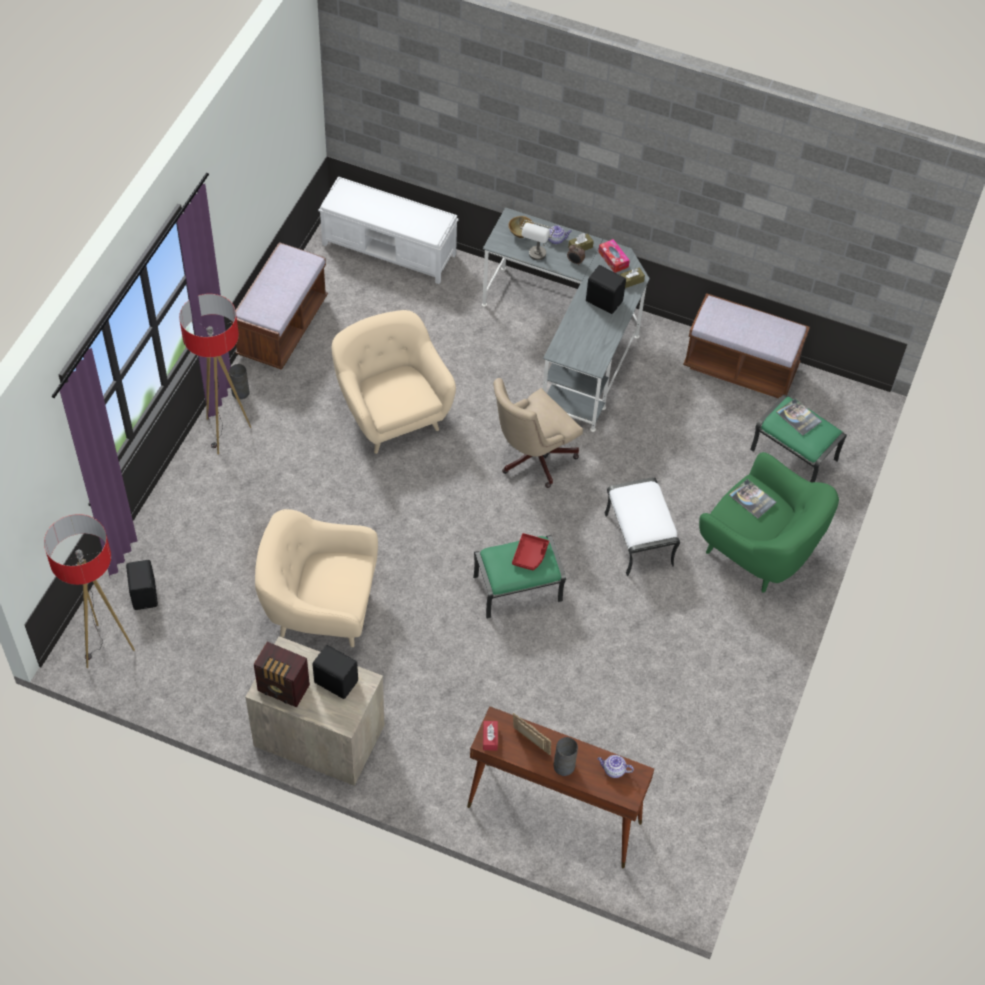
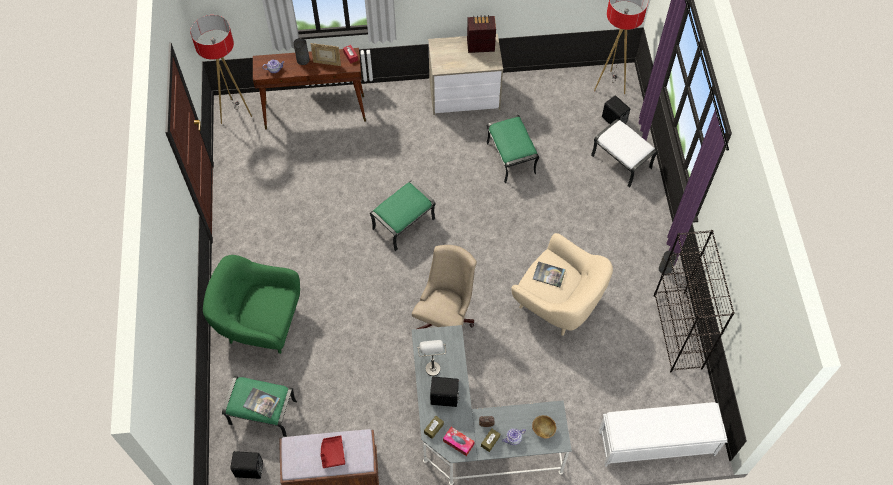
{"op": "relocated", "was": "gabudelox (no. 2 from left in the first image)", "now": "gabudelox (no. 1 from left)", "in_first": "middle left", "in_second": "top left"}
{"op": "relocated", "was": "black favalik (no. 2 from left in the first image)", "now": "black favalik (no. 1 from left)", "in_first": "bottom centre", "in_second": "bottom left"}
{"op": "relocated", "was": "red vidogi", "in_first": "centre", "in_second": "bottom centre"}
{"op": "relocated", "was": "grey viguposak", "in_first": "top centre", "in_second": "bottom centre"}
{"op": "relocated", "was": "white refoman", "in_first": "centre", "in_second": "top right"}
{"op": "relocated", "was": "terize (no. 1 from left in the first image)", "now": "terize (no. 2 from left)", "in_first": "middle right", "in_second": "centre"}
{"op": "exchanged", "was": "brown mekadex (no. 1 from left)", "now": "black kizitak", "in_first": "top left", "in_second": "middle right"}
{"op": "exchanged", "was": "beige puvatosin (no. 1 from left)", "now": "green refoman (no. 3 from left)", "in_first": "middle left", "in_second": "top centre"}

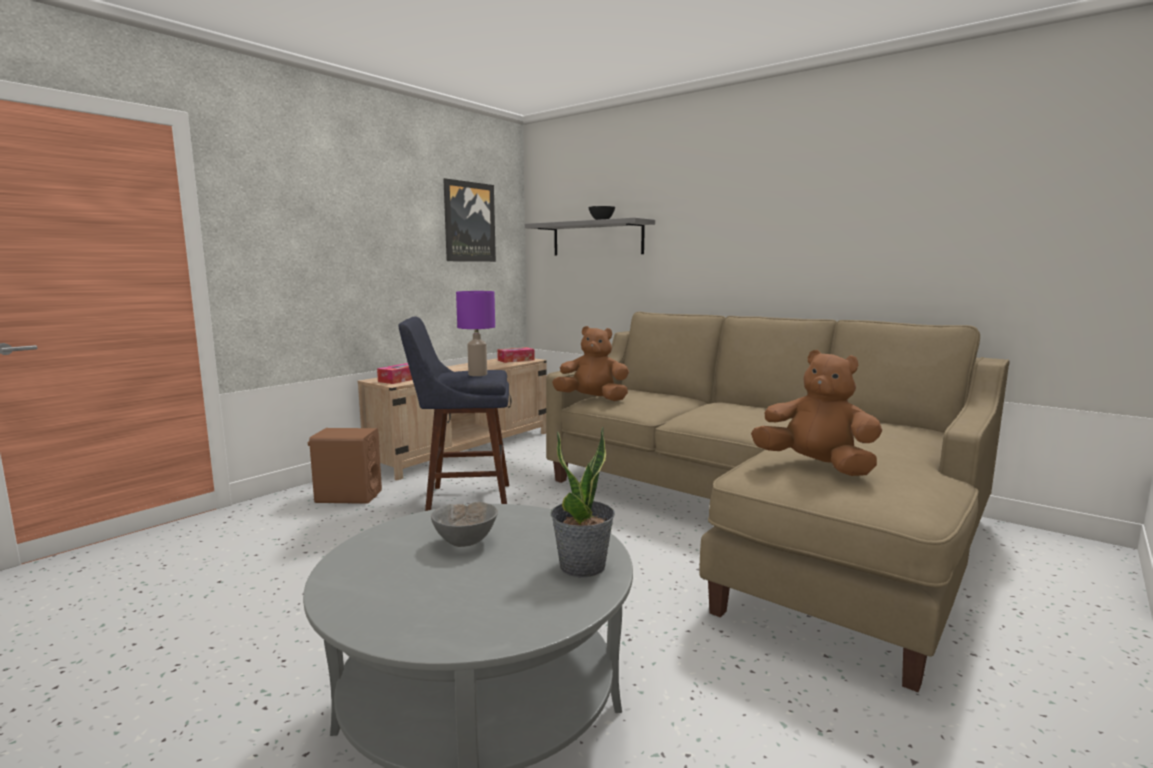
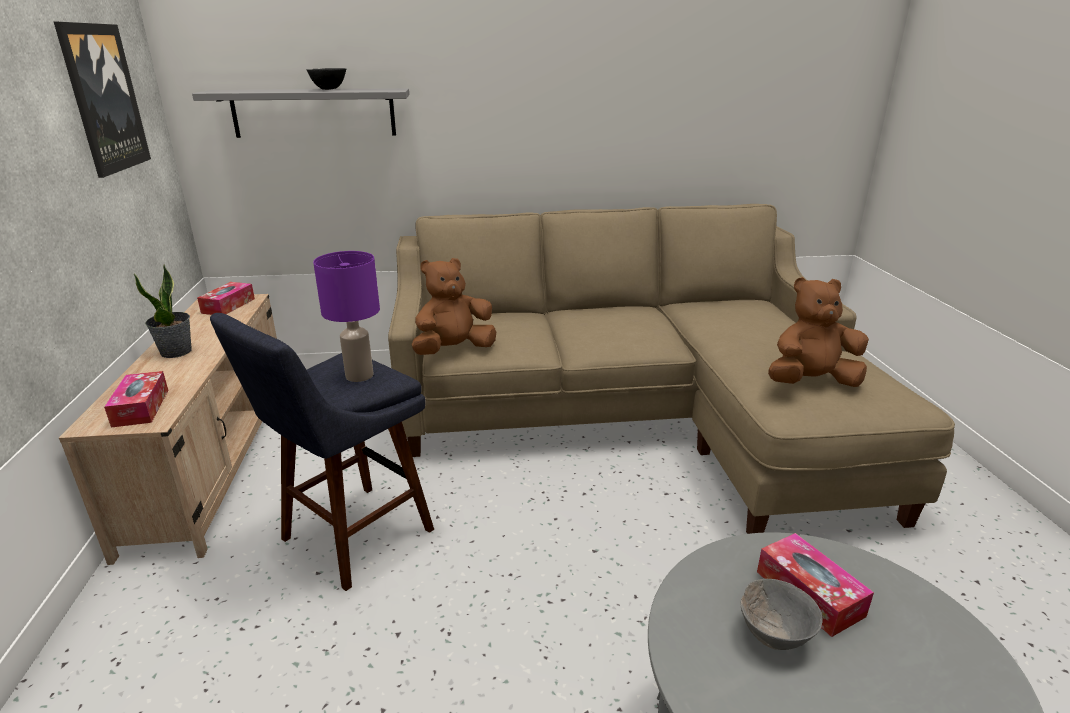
{"op": "missing", "was": "brown favalik", "in_first": "middle left"}
{"op": "appeared", "now": "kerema (no. 3 from left)", "in_second": "bottom right"}
{"op": "relocated", "was": "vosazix", "in_first": "centre", "in_second": "middle left"}

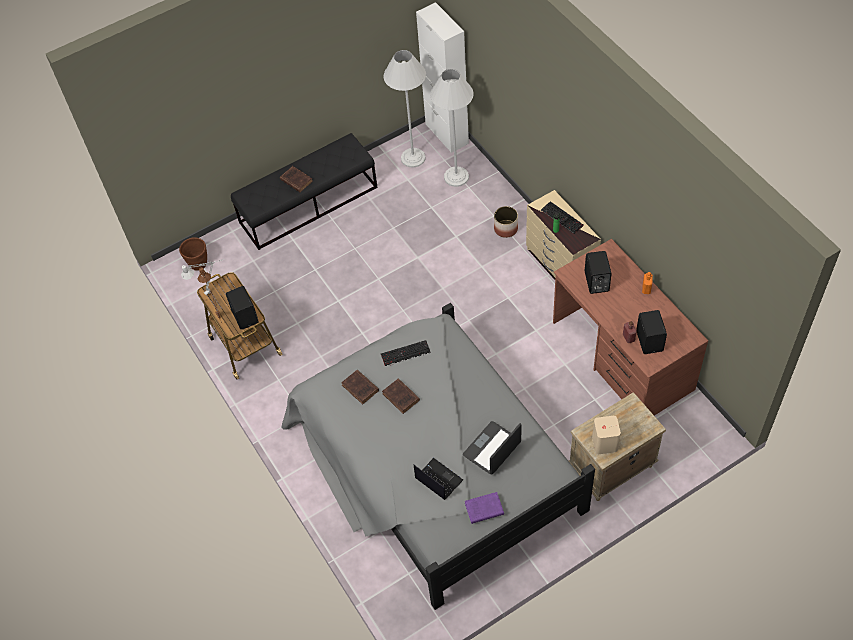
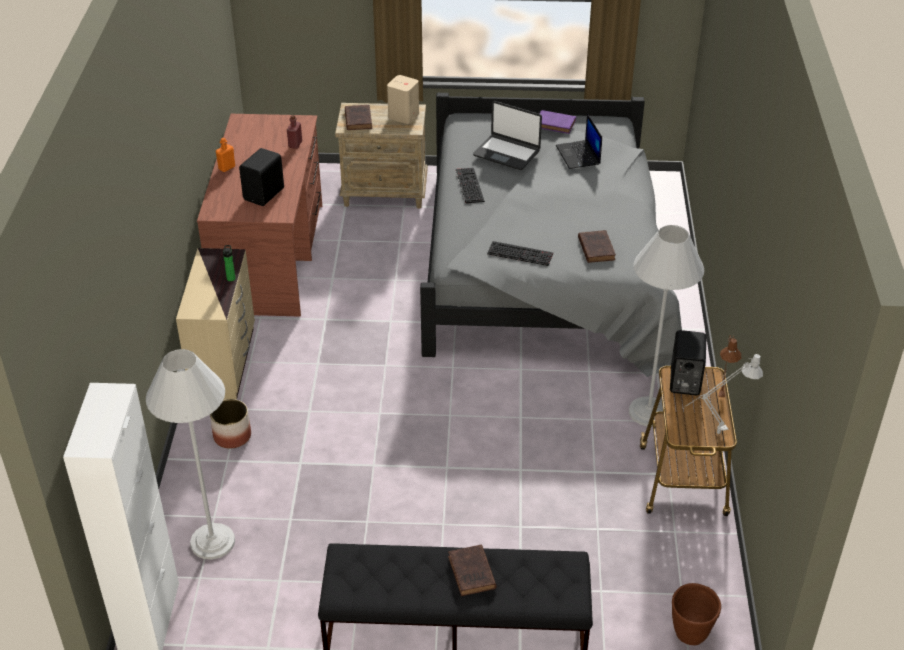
{"op": "missing", "was": "black favalik (no. 3 from left)", "in_first": "middle right"}
{"op": "relocated", "was": "brown terize (no. 3 from left in the first image)", "now": "brown terize (no. 1 from left)", "in_first": "centre", "in_second": "top centre"}
{"op": "relocated", "was": "white gabudelox (no. 1 from left in the first image)", "now": "white gabudelox (no. 2 from left)", "in_first": "top centre", "in_second": "middle right"}
{"op": "relocated", "was": "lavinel (no. 2 from left in the first image)", "now": "lavinel (no. 1 from left)", "in_first": "centre", "in_second": "top centre"}
{"op": "spun", "was": "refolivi (no. 2 from left in the first image)", "in_first": "bottom centre", "in_second": "top centre", "clockwise": 45}

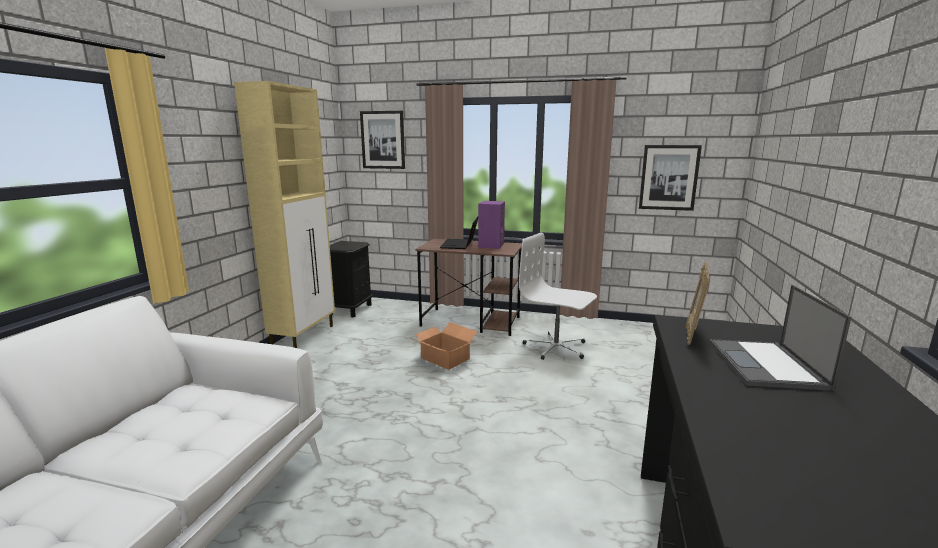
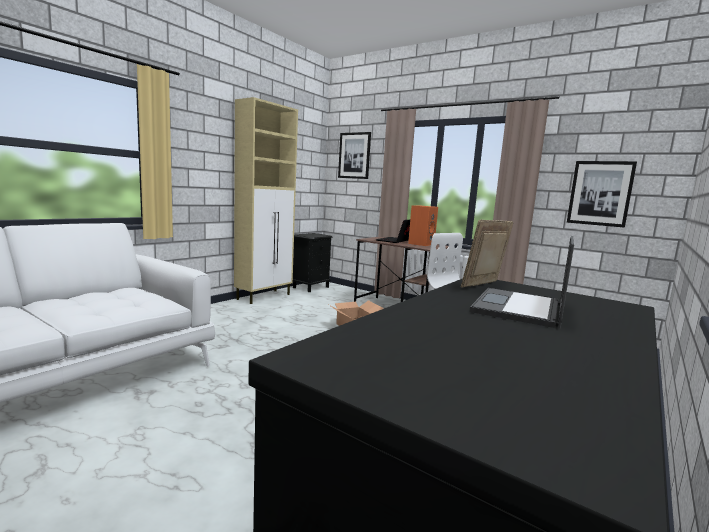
{"op": "colour", "was": "purple favalik", "now": "orange favalik", "in_first": "centre", "in_second": "centre"}

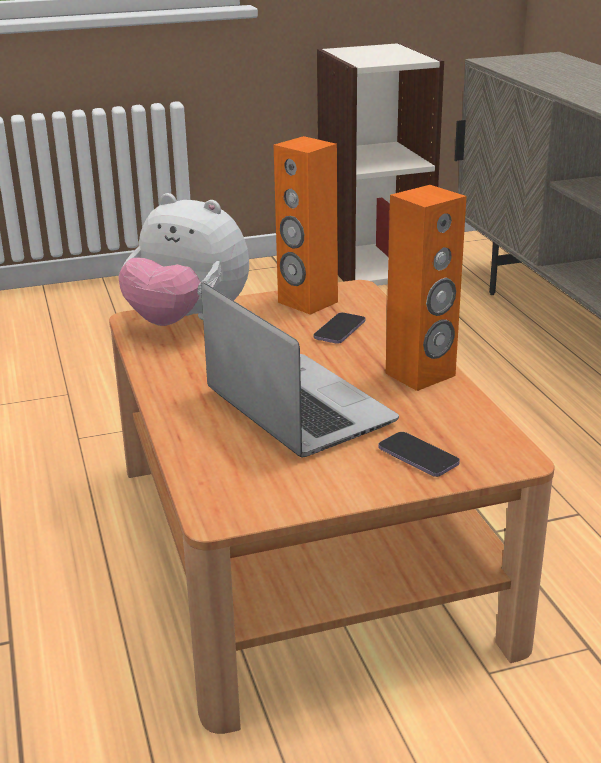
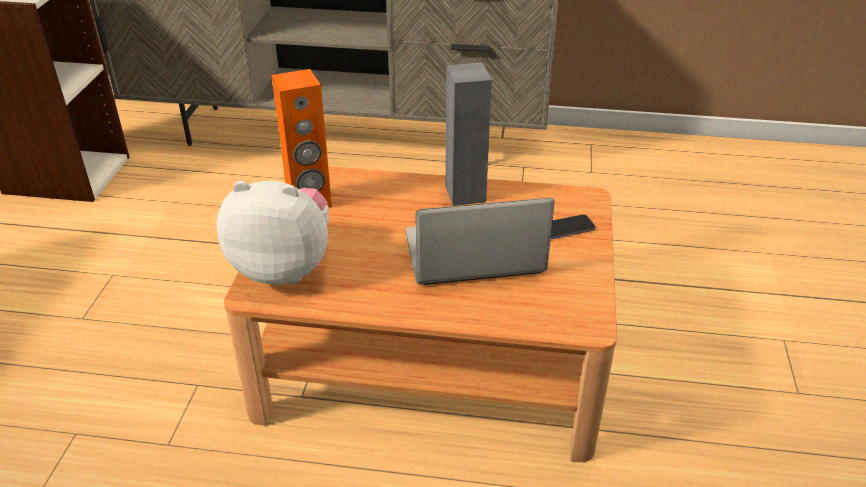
{"op": "missing", "was": "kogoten (no. 1 from left)", "in_first": "centre"}
{"op": "colour", "was": "orange favalik (no. 2 from left)", "now": "grey favalik", "in_first": "middle right", "in_second": "top centre"}
{"op": "spun", "was": "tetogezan", "in_first": "middle left", "in_second": "middle left", "clockwise": -135}

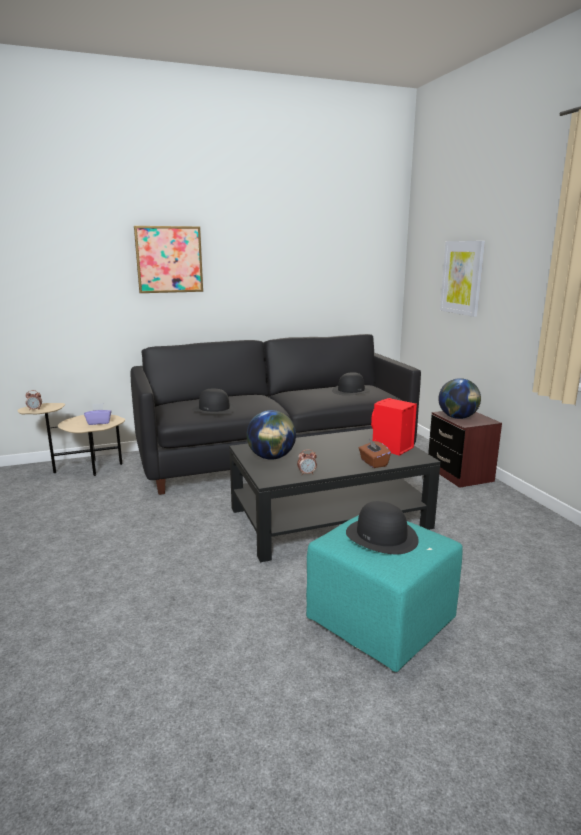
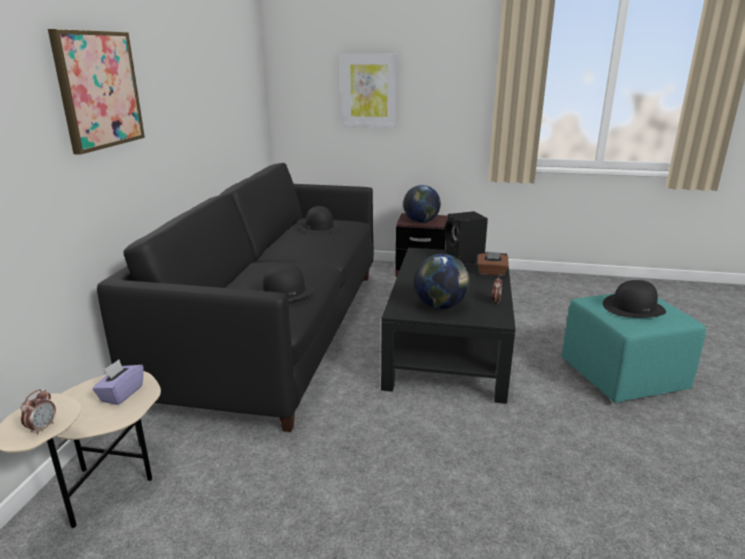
{"op": "colour", "was": "red favalik", "now": "black favalik", "in_first": "middle right", "in_second": "centre"}

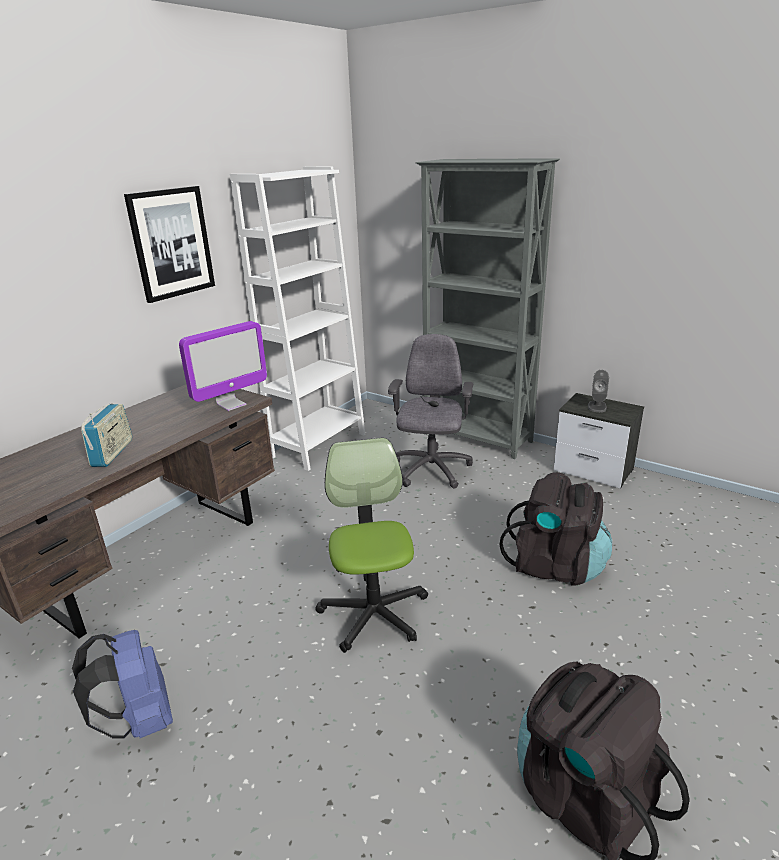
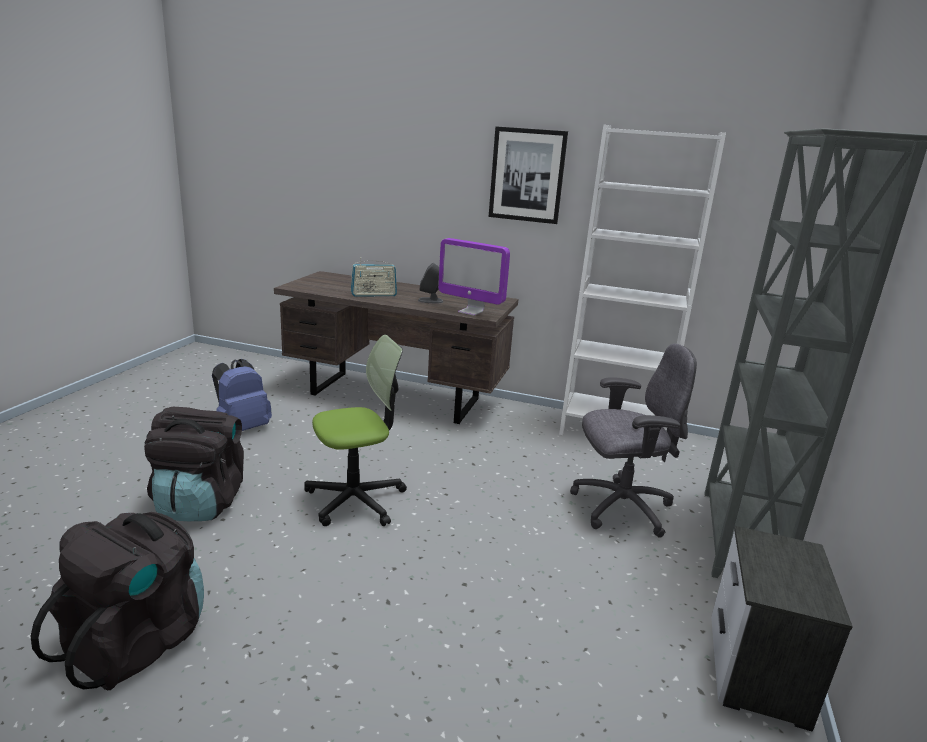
{"op": "relocated", "was": "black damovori (no. 1 from left in the first image)", "now": "black damovori (no. 2 from left)", "in_first": "middle right", "in_second": "middle left"}
{"op": "relocated", "was": "grey favalik", "in_first": "middle right", "in_second": "centre"}

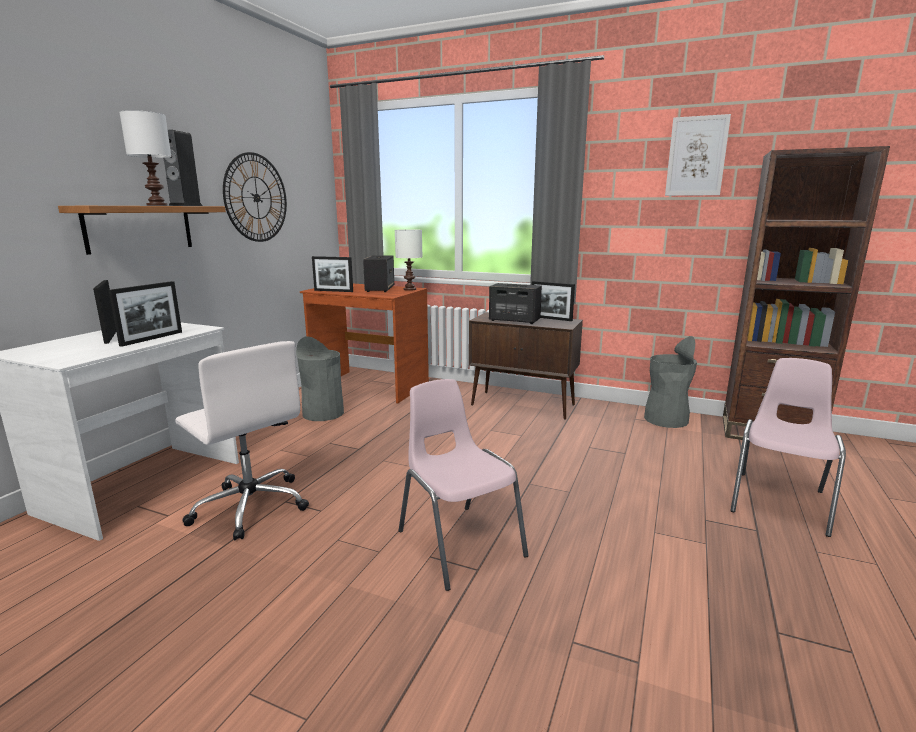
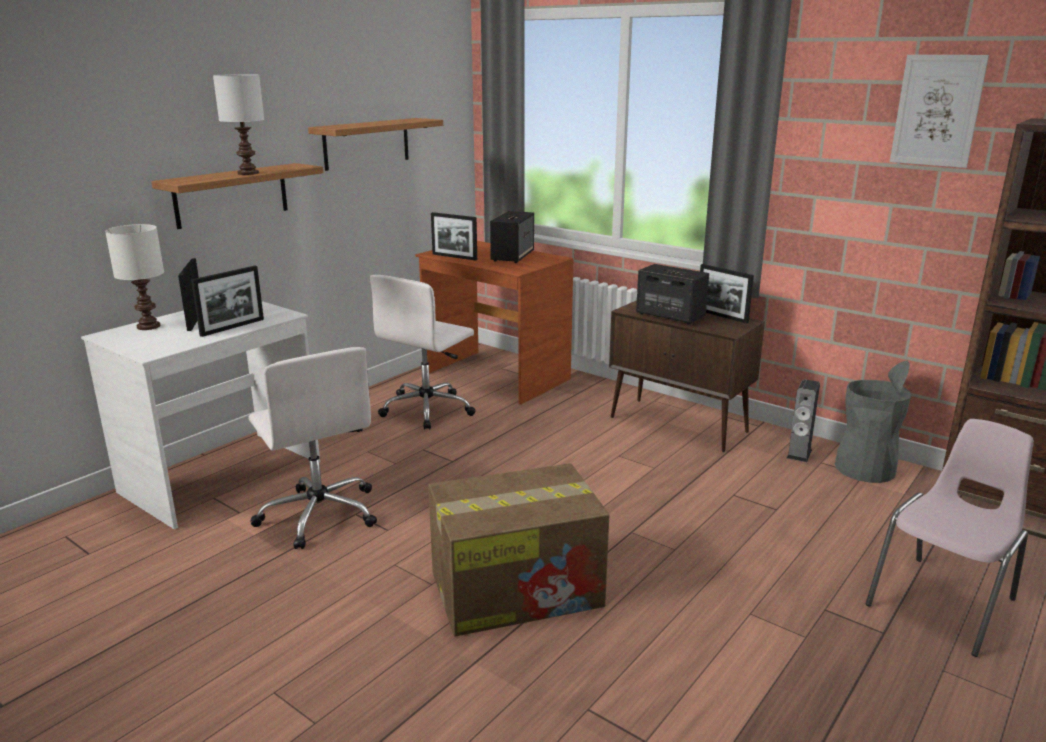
{"op": "relocated", "was": "favalik (no. 1 from left in the first image)", "now": "favalik (no. 3 from left)", "in_first": "top left", "in_second": "middle right"}
{"op": "relocated", "was": "white viguposak (no. 2 from left in the first image)", "now": "white viguposak (no. 1 from left)", "in_first": "centre", "in_second": "middle left"}
{"op": "exchanged", "was": "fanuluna", "now": "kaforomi (no. 2 from left)", "in_first": "top left", "in_second": "top centre"}
{"op": "exchanged", "was": "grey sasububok (no. 1 from left)", "now": "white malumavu (no. 2 from left)", "in_first": "centre", "in_second": "centre"}
{"op": "exchanged", "was": "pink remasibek (no. 1 from left)", "now": "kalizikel", "in_first": "centre", "in_second": "bottom centre"}

